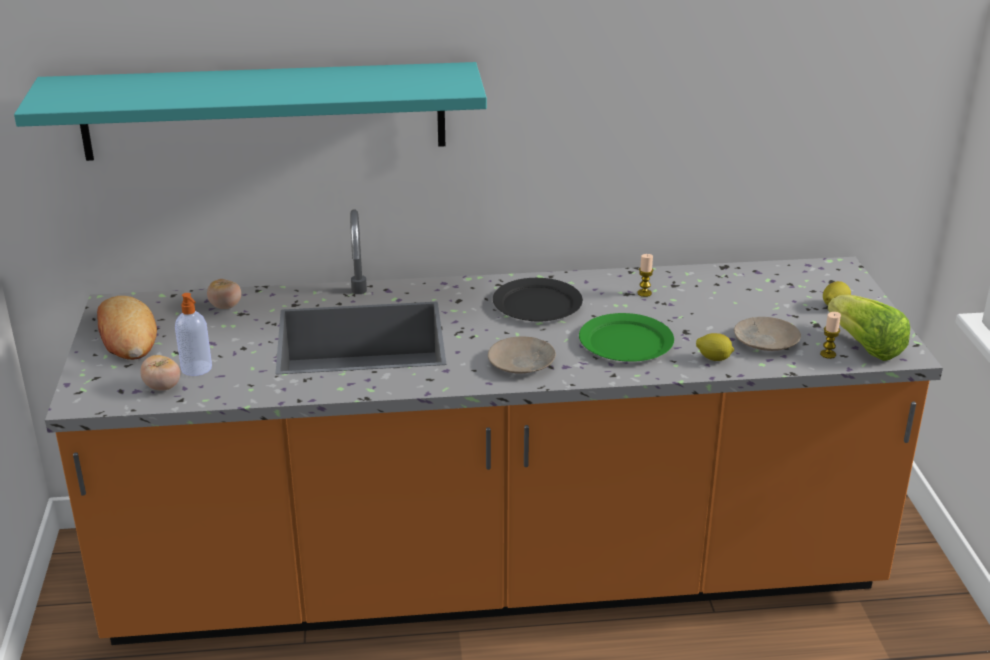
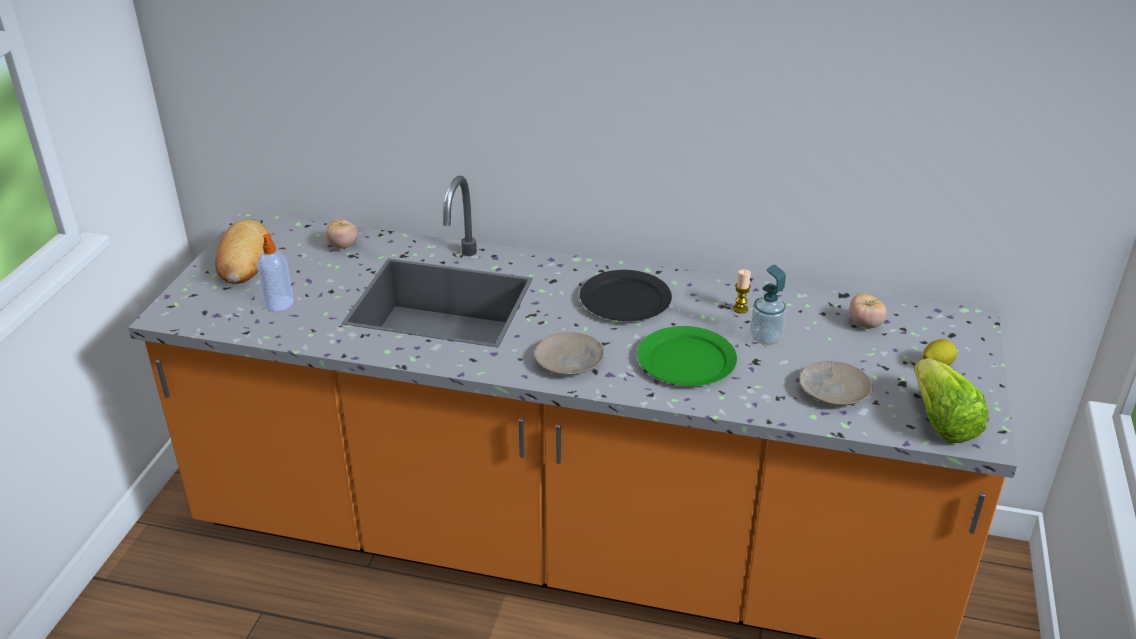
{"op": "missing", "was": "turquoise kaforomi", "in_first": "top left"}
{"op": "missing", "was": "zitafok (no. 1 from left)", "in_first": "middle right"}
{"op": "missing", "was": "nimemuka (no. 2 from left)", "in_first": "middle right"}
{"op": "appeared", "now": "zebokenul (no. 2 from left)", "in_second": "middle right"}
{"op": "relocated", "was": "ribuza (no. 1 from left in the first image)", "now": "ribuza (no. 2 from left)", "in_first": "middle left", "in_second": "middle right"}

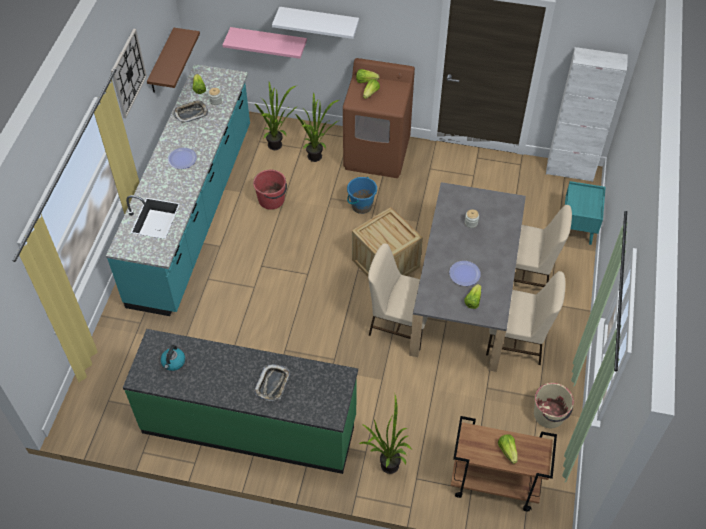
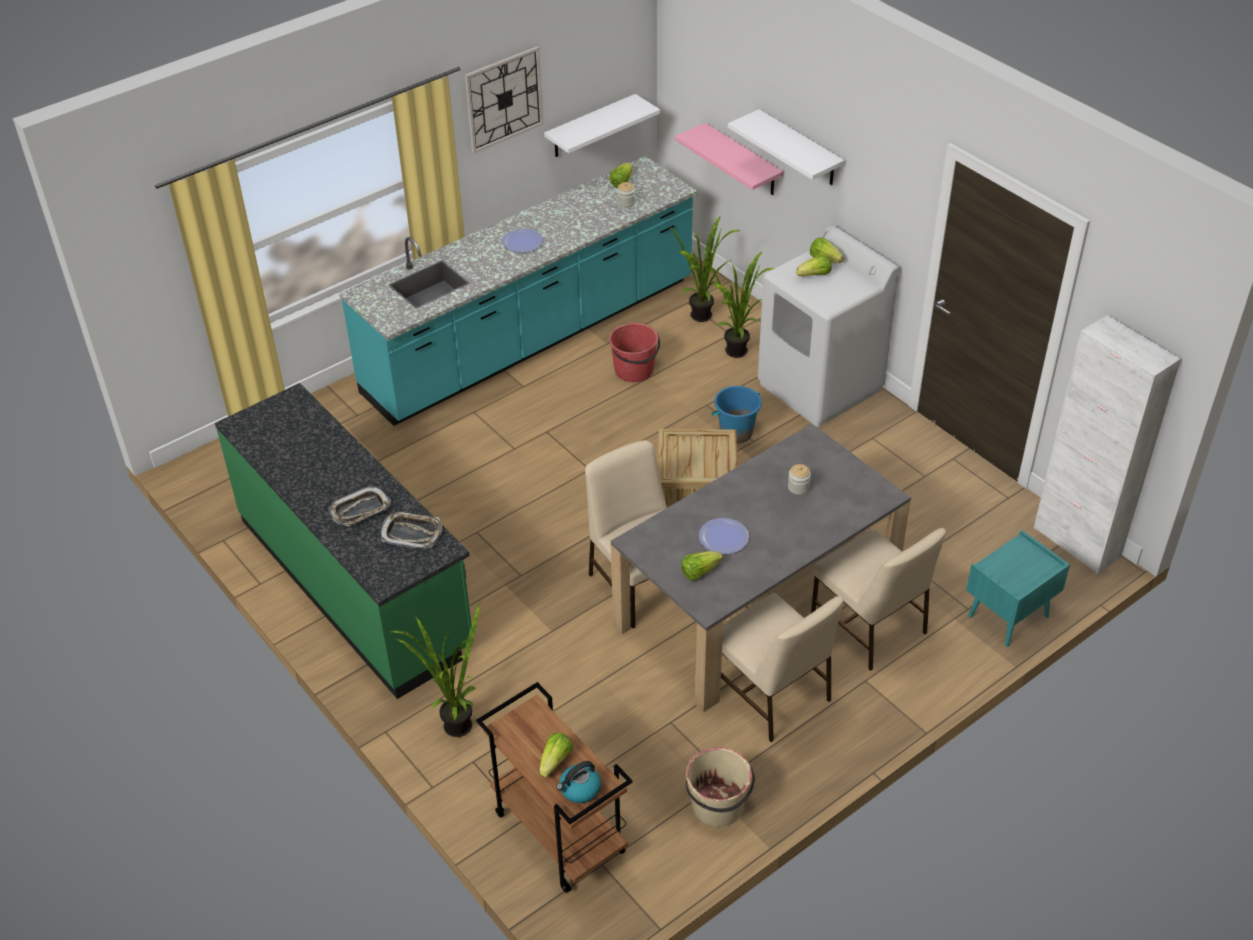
{"op": "relocated", "was": "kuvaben", "in_first": "bottom left", "in_second": "bottom centre"}
{"op": "relocated", "was": "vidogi (no. 1 from left in the first image)", "now": "vidogi (no. 2 from left)", "in_first": "top left", "in_second": "middle left"}
{"op": "colour", "was": "brown kaforomi", "now": "white kaforomi (no. 1 from left)", "in_first": "top left", "in_second": "top centre"}
{"op": "colour", "was": "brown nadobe", "now": "white nadobe", "in_first": "top centre", "in_second": "centre"}

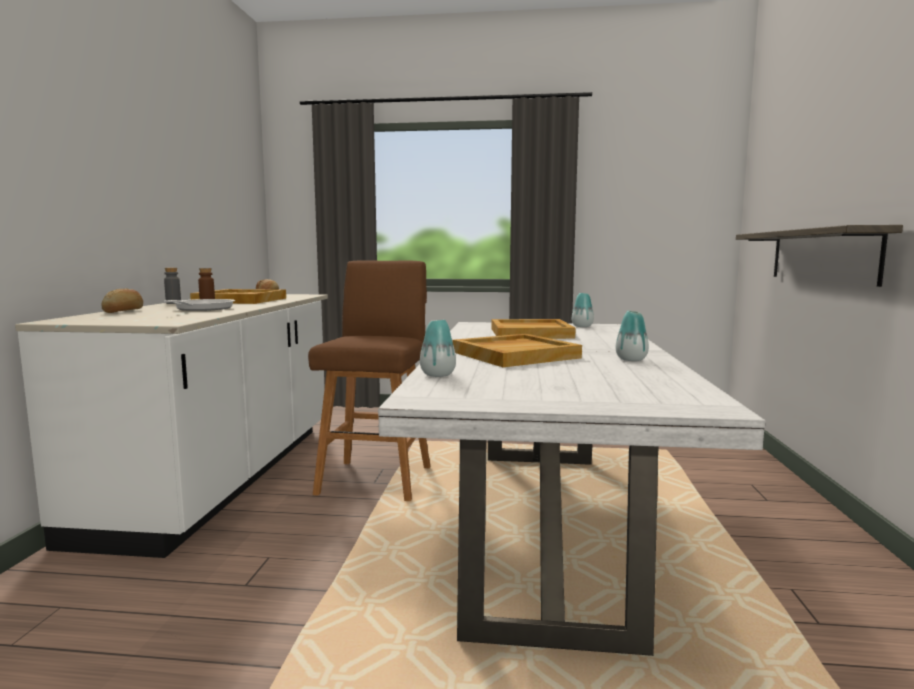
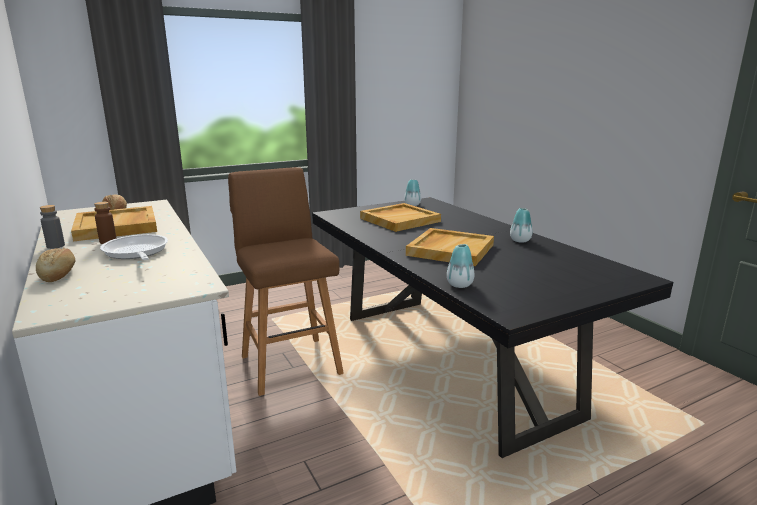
{"op": "missing", "was": "kaforomi", "in_first": "middle right"}
{"op": "colour", "was": "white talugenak", "now": "black talugenak", "in_first": "bottom centre", "in_second": "centre"}

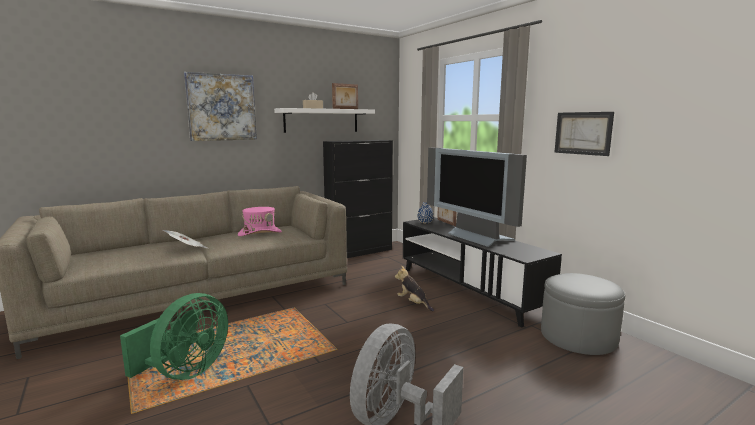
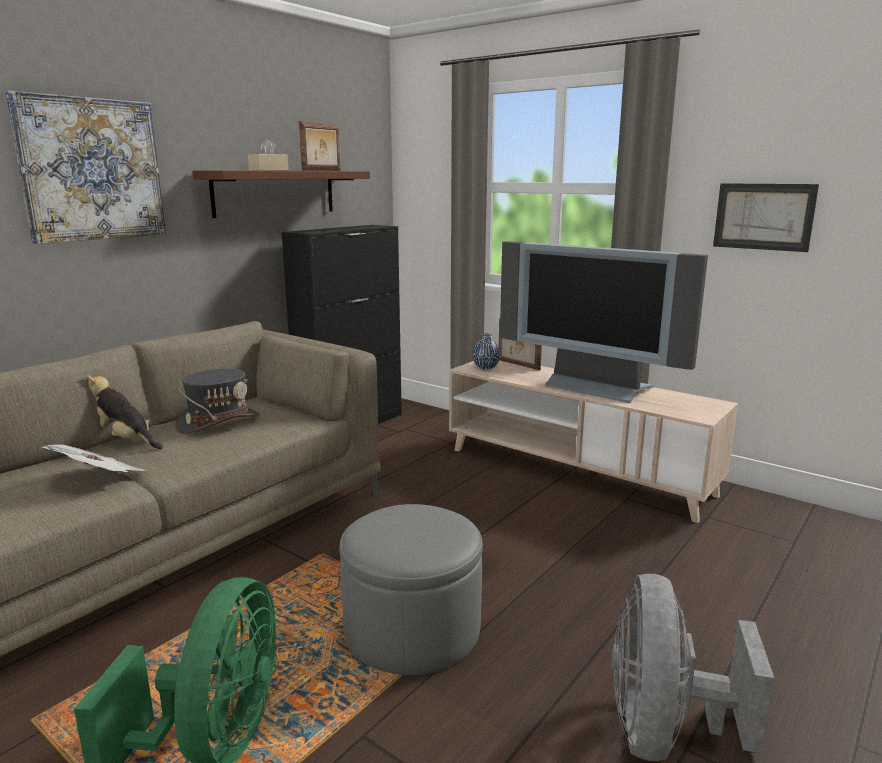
{"op": "relocated", "was": "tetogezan", "in_first": "bottom centre", "in_second": "middle left"}
{"op": "relocated", "was": "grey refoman", "in_first": "bottom right", "in_second": "bottom centre"}
{"op": "colour", "was": "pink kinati", "now": "grey kinati", "in_first": "centre", "in_second": "middle left"}
{"op": "colour", "was": "white kaforomi", "now": "brown kaforomi", "in_first": "top centre", "in_second": "top left"}
{"op": "colour", "was": "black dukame", "now": "beige dukame", "in_first": "centre", "in_second": "middle right"}

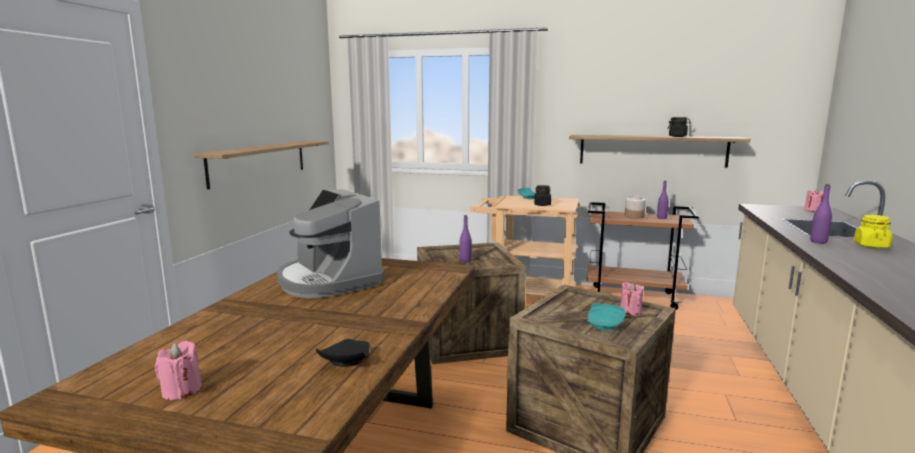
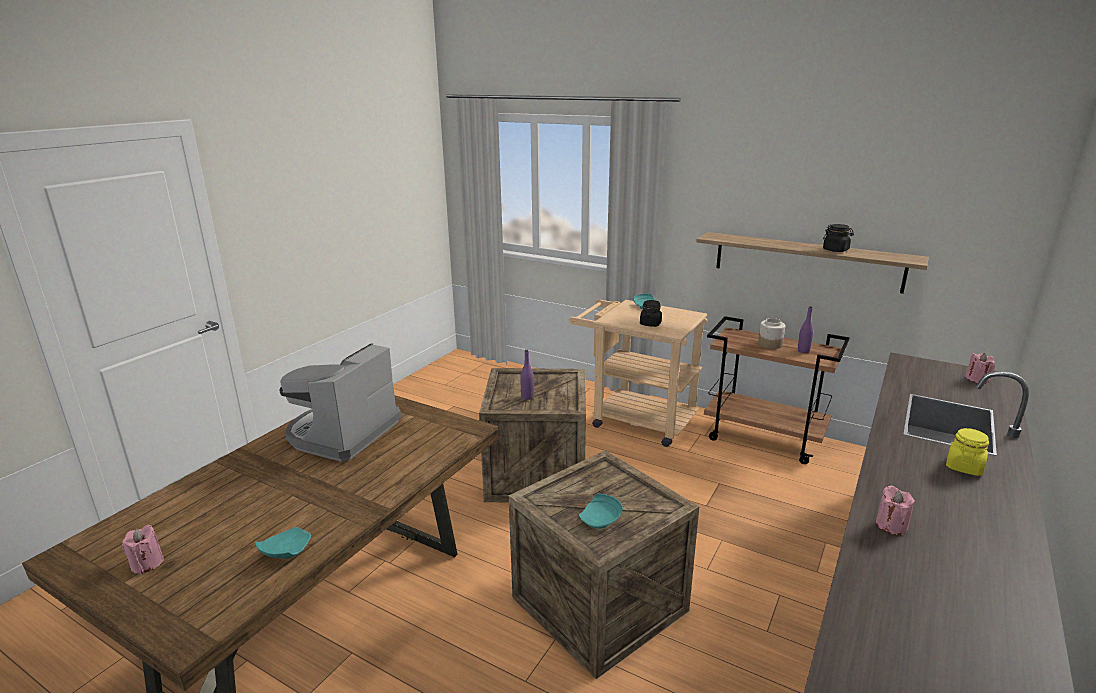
{"op": "missing", "was": "kaforomi (no. 1 from left)", "in_first": "middle left"}
{"op": "missing", "was": "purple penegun (no. 3 from left)", "in_first": "middle right"}
{"op": "relocated", "was": "pink nimemuka (no. 2 from left)", "in_first": "middle right", "in_second": "bottom right"}
{"op": "colour", "was": "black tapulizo", "now": "turquoise tapulizo (no. 1 from left)", "in_first": "bottom centre", "in_second": "bottom left"}
{"op": "spun", "was": "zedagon", "in_first": "centre", "in_second": "middle left", "clockwise": 45}

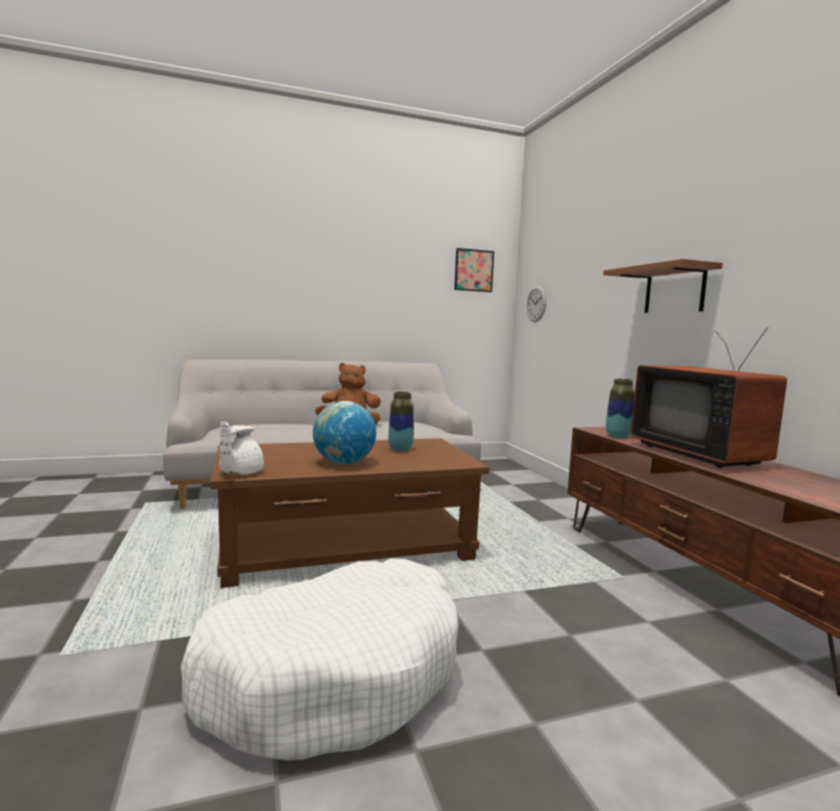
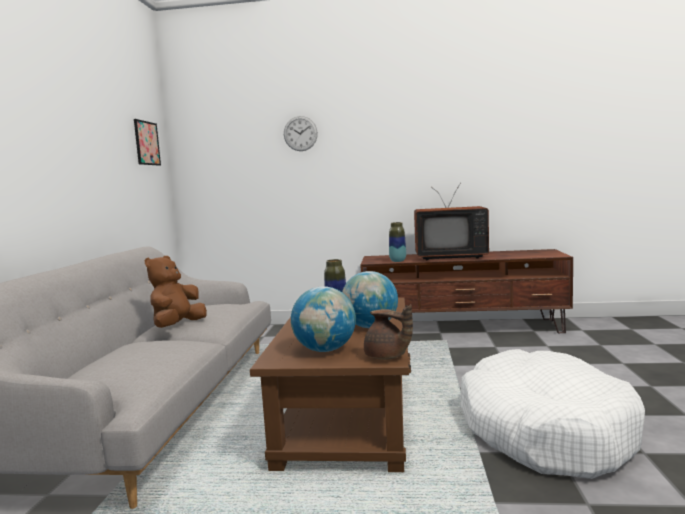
{"op": "missing", "was": "kaforomi", "in_first": "middle right"}
{"op": "appeared", "now": "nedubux (no. 1 from left)", "in_second": "centre"}
{"op": "relocated", "was": "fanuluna", "in_first": "centre", "in_second": "top centre"}
{"op": "colour", "was": "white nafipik", "now": "brown nafipik", "in_first": "middle left", "in_second": "centre"}

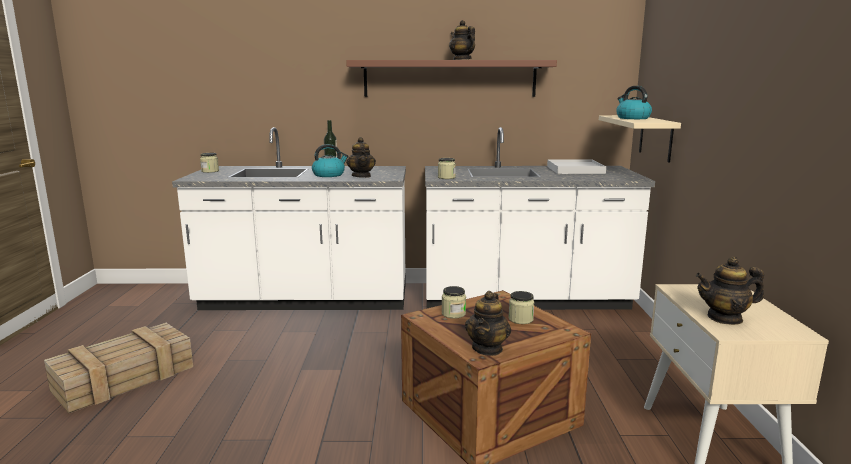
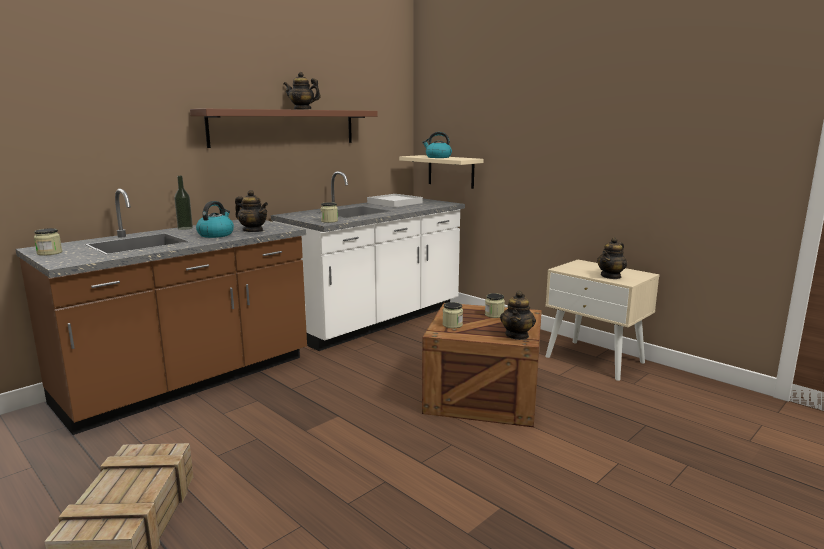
{"op": "colour", "was": "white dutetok (no. 1 from left)", "now": "brown dutetok", "in_first": "centre", "in_second": "middle left"}
{"op": "spun", "was": "nafipik (no. 3 from left)", "in_first": "bottom centre", "in_second": "centre", "clockwise": 45}

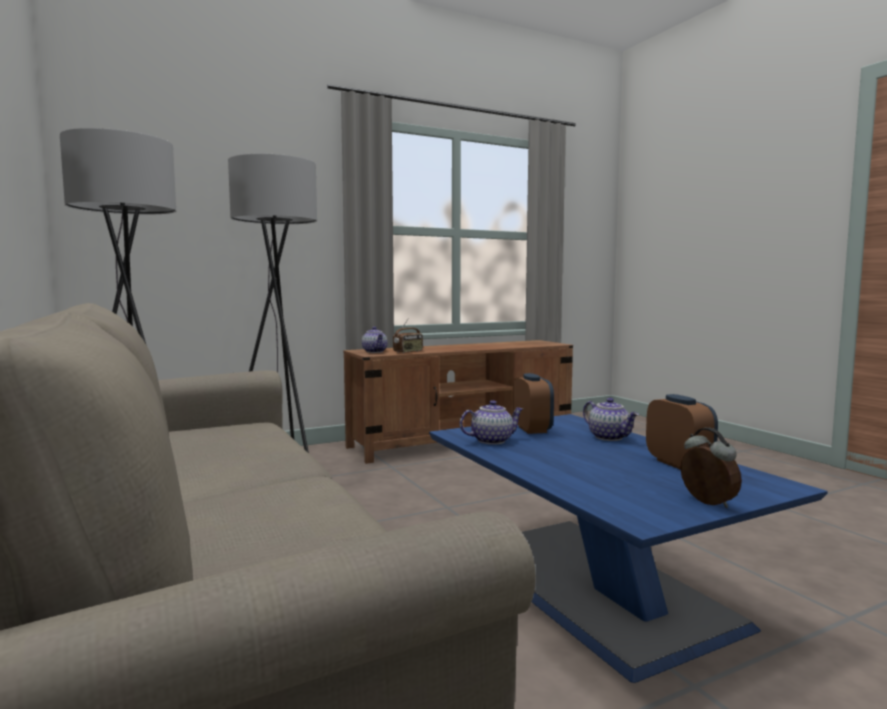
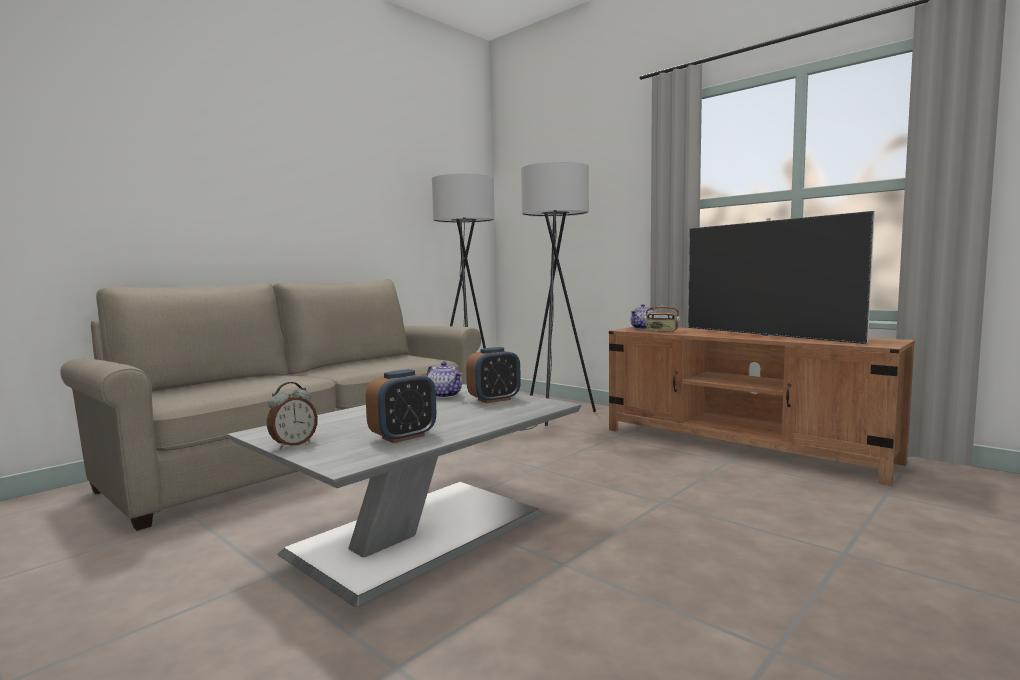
{"op": "missing", "was": "nafipik (no. 3 from left)", "in_first": "middle right"}
{"op": "appeared", "now": "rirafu", "in_second": "middle right"}
{"op": "colour", "was": "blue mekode", "now": "grey mekode", "in_first": "bottom right", "in_second": "bottom centre"}

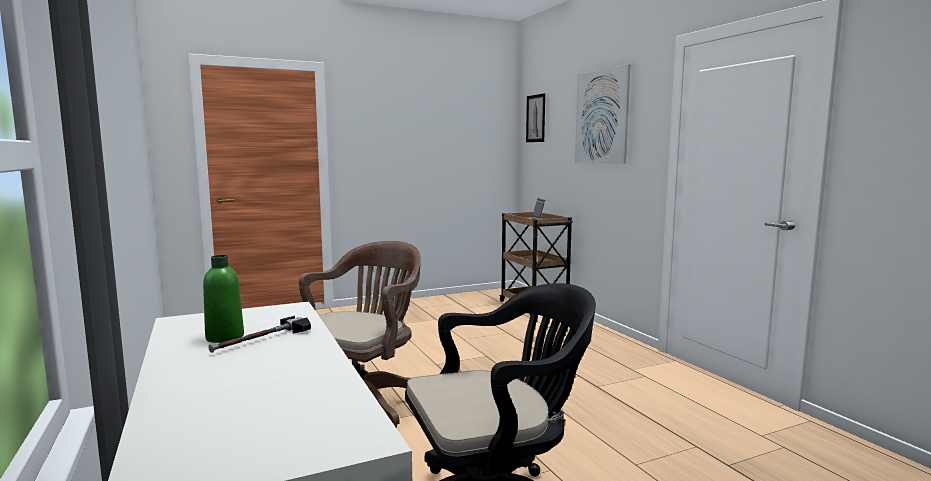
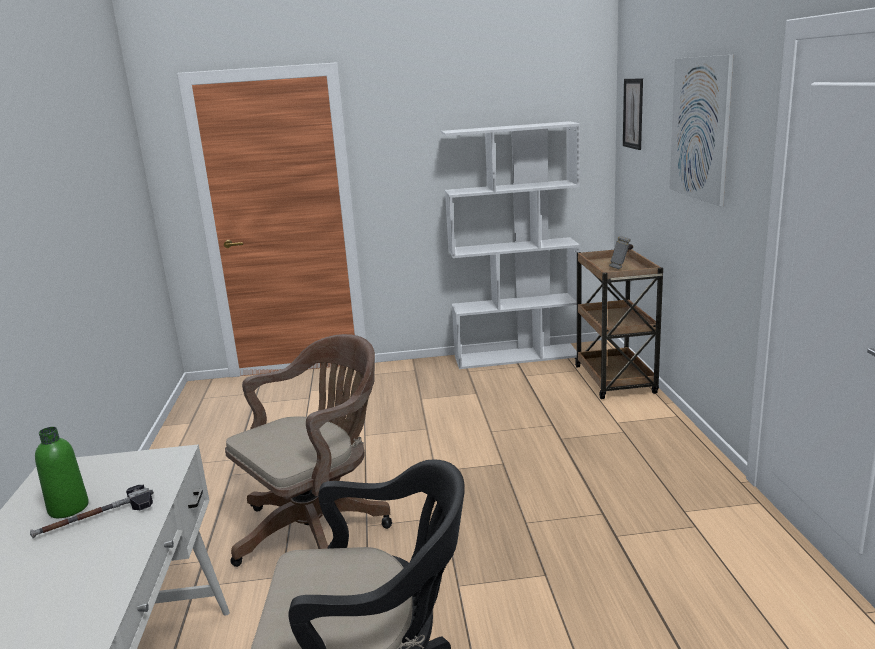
{"op": "appeared", "now": "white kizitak", "in_second": "centre"}

